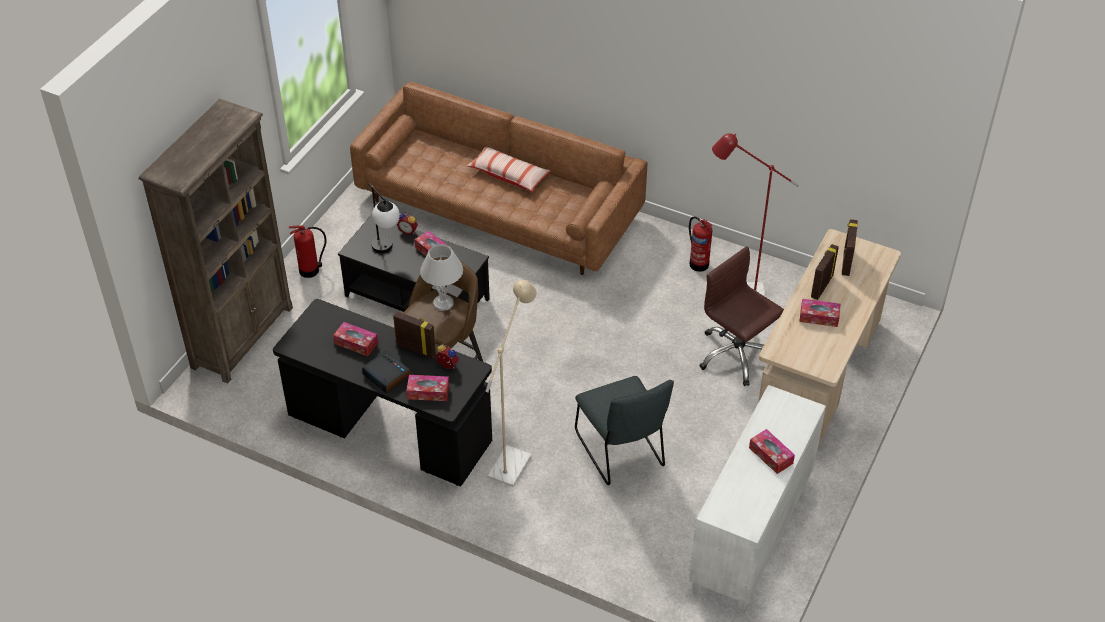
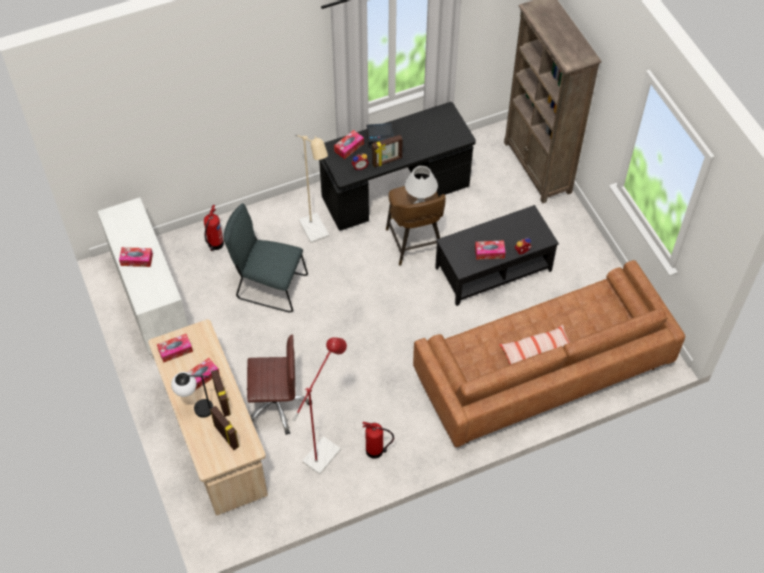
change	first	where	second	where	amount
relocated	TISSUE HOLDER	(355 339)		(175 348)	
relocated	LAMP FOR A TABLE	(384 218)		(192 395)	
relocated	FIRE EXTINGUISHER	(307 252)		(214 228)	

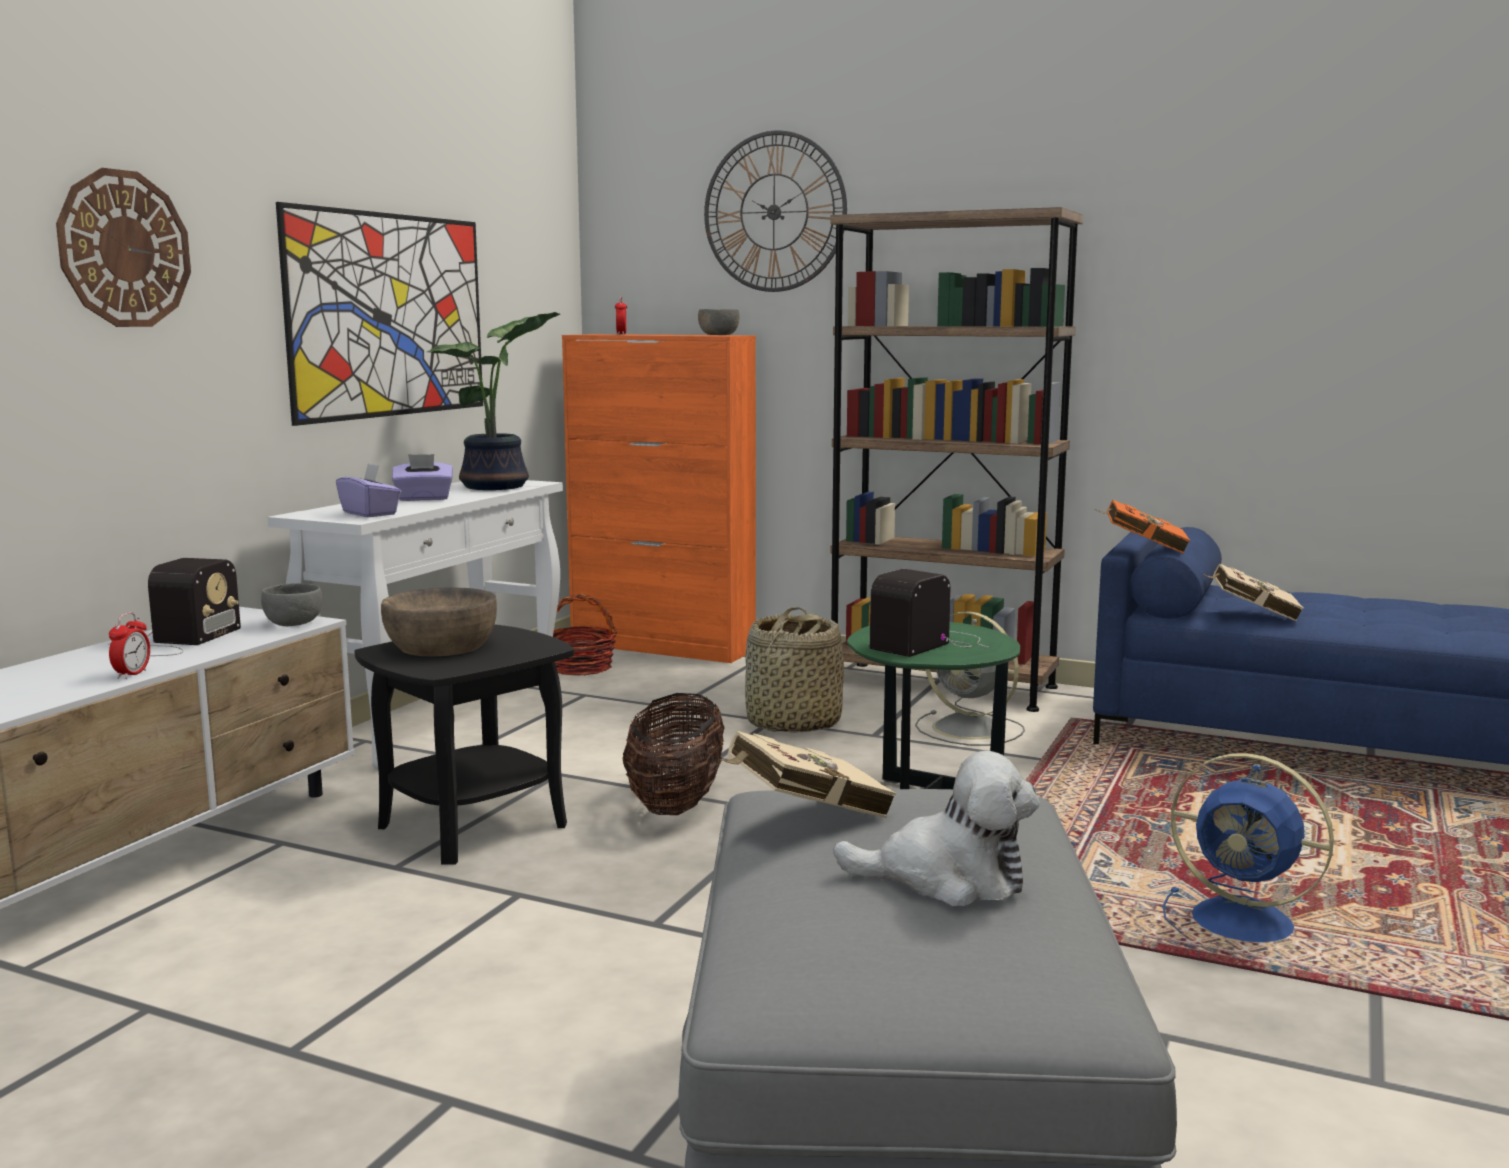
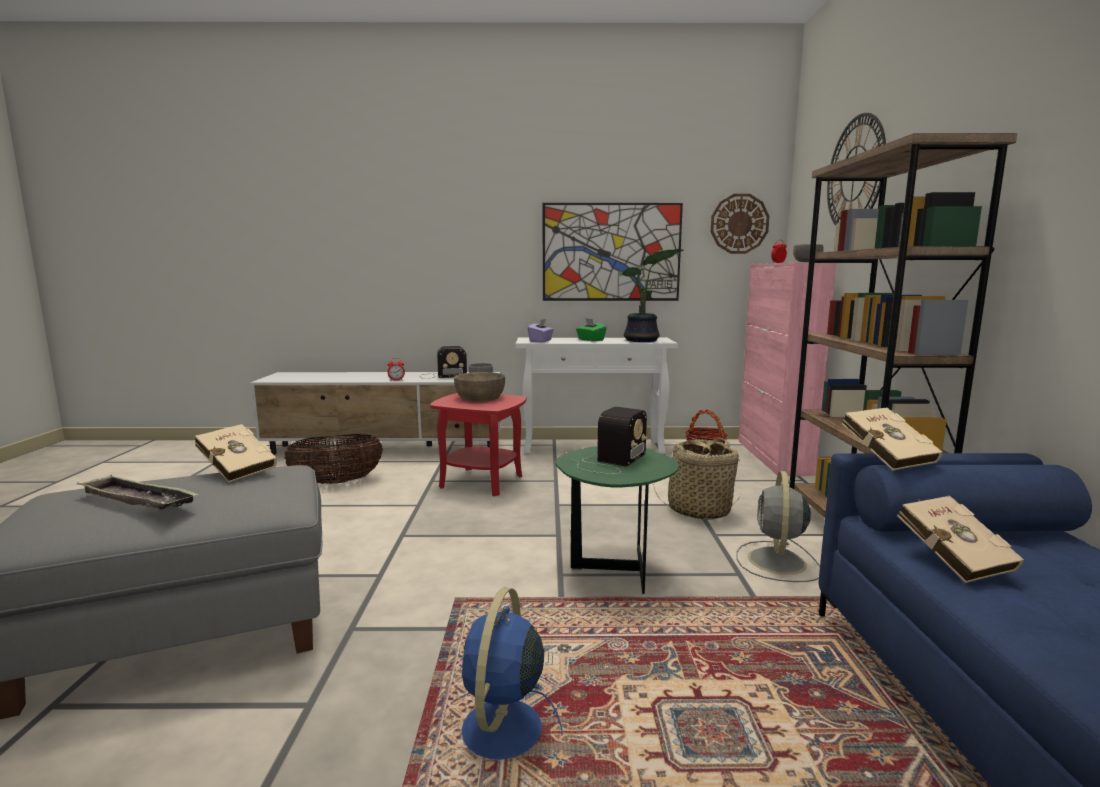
change	first	where	second	where	amount
exchanged	PLUSH TOY	(936 828)	CARRYING TRAY	(138 492)	
relocated	BASKET	(673 754)		(333 459)	
colour	BLACKISH SIDE TABLE	(464 744)	RED-COLOURED SIDE TABLE	(478 444)	
spun	RADIO RECEIVER	(930 613)		(609 440)	105 degrees clockwise
colour	PURPLE-COLOURED TISSUE HOLDER	(422 477)	GREEN-COLOURED TISSUE HOLDER	(591 329)	
relocated	HANGING CLOCK	(123 247)		(740 224)	
colour	ORANGEY CUPBOARD	(659 498)	PINKISH CUPBOARD	(787 369)	
colour	ORANGEY VOLUME	(1142 527)	SAND-COLOURED VOLUME	(892 439)	

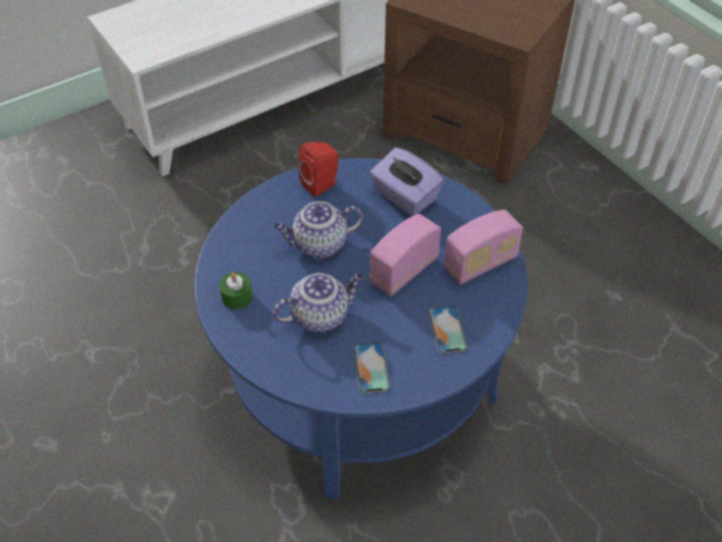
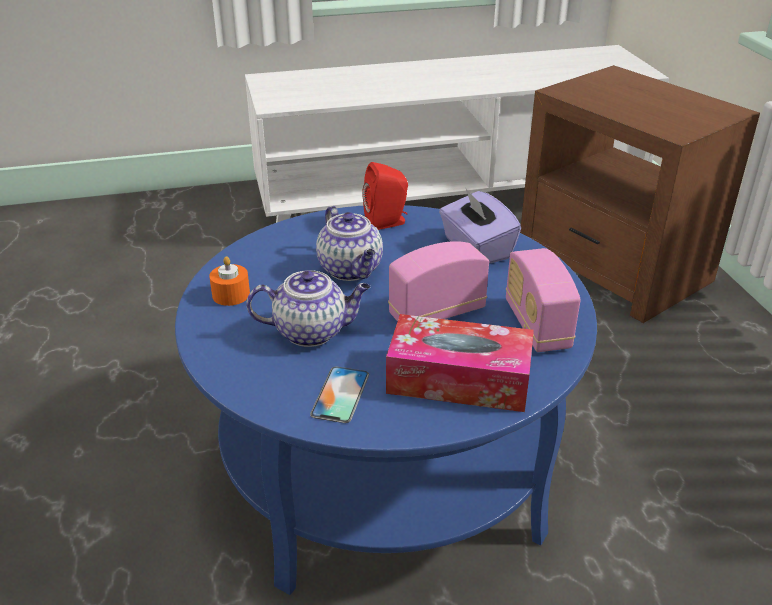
change	first	where	second	where	amount
colour	GREEN-COLOURED CANDLE	(236 290)	ORANGEY CANDLE	(229 281)	
spun	TEA POT	(318 229)		(349 243)	120 degrees counterclockwise
exchanged	PHONE	(448 329)	TISSUE HOLDER	(460 363)	
spun	RADIO RECEIVER	(483 247)		(543 300)	90 degrees clockwise

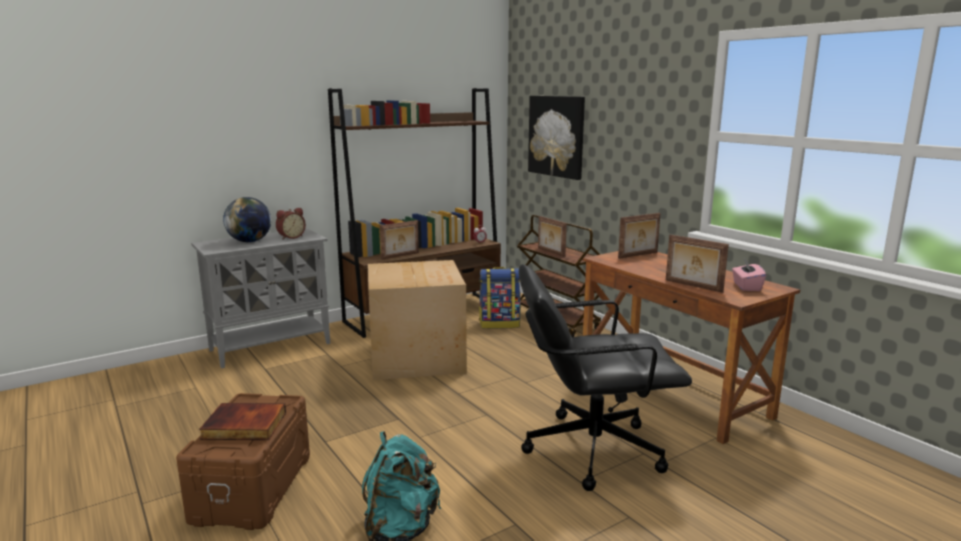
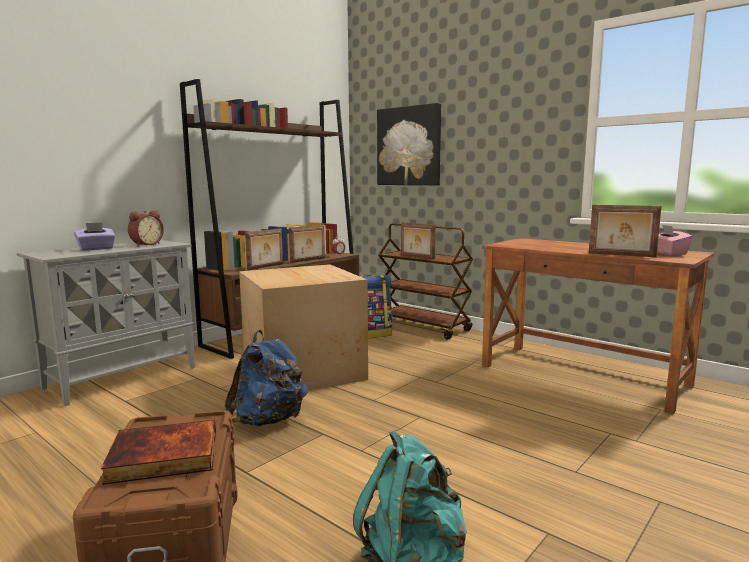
change	first	where	second	where	amount
exchanged	GLOBE	(247 219)	PURPLE-COLOURED TISSUE HOLDER	(94 236)	
appeared			BLUE KNAPSACK	(266 378)	
relocated	STANDING FRAME	(639 236)		(307 244)	
missing	BLACKISH OFFICE CHAIR	(605 377)			

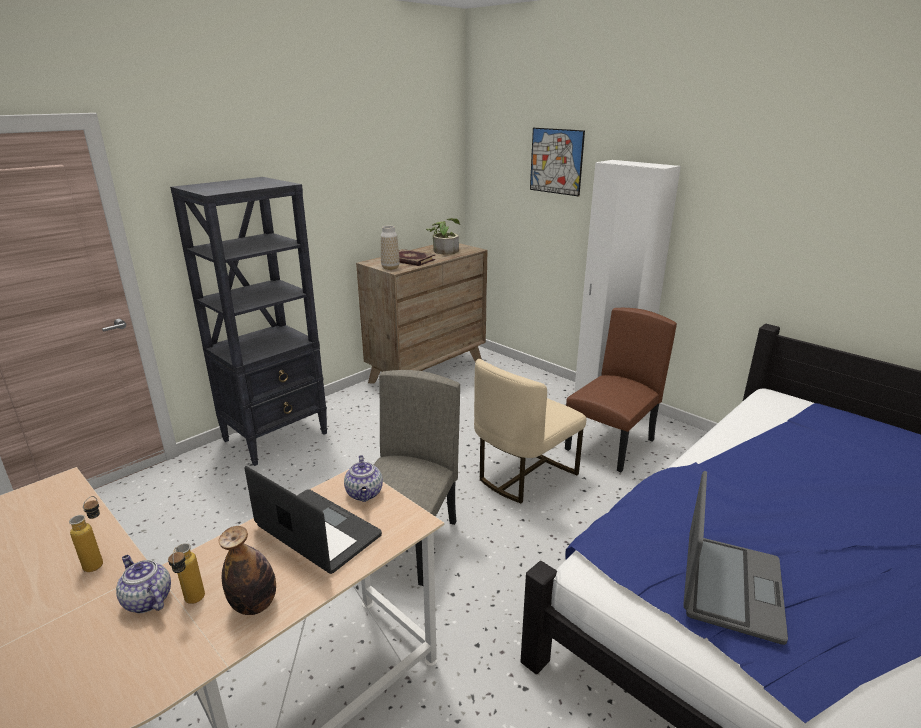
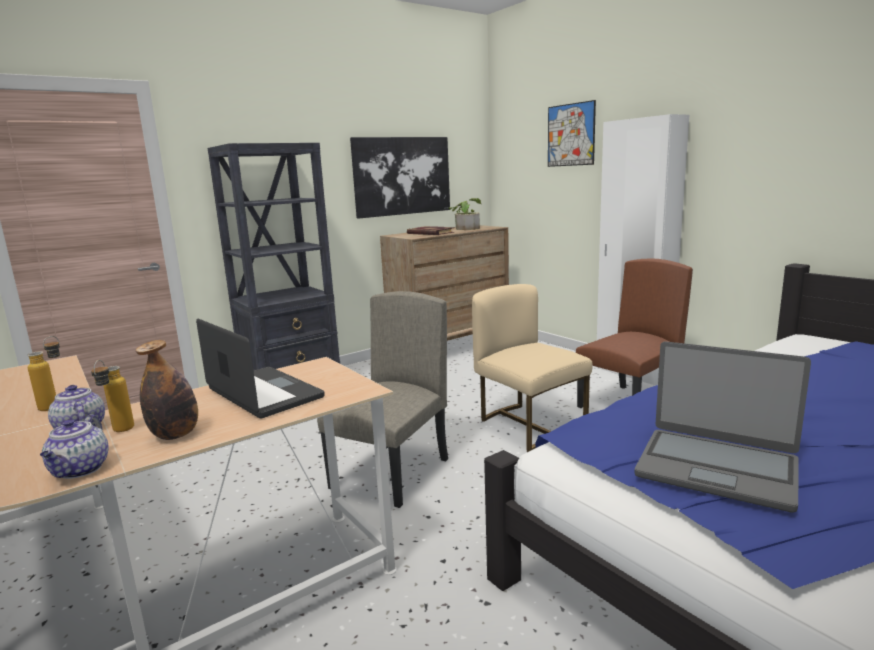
change	first	where	second	where	amount
relocated	TEA POT	(363 478)		(74 446)	
appeared			PICTURE	(400 178)	
spun	SAND-COLOURED PLAIN CHAIR	(530 431)		(532 368)	90 degrees clockwise
spun	LAPTOP	(735 558)		(723 427)	90 degrees clockwise
missing	FLOWER VASE	(390 247)			

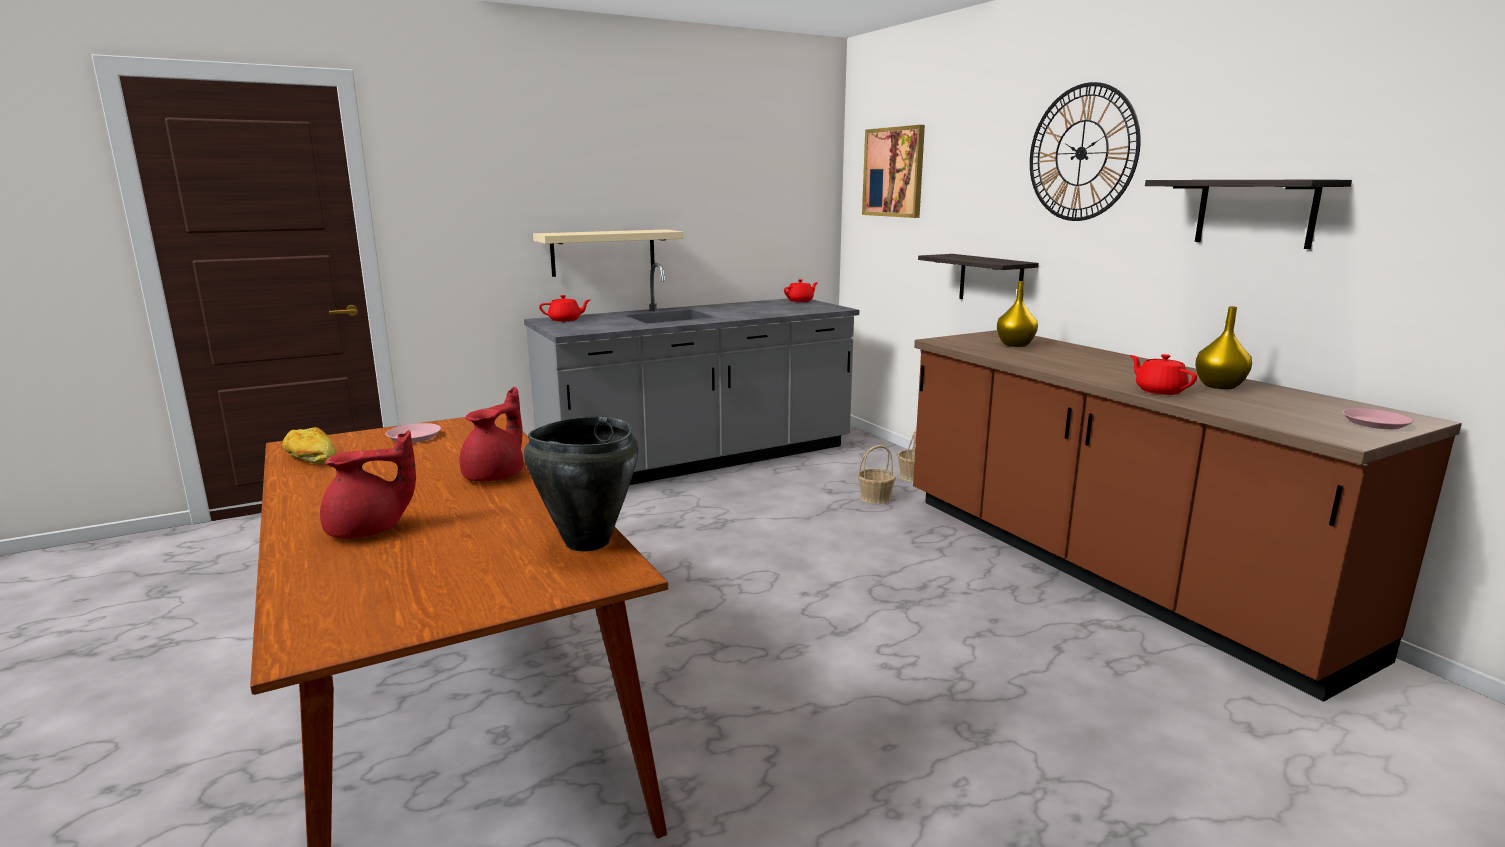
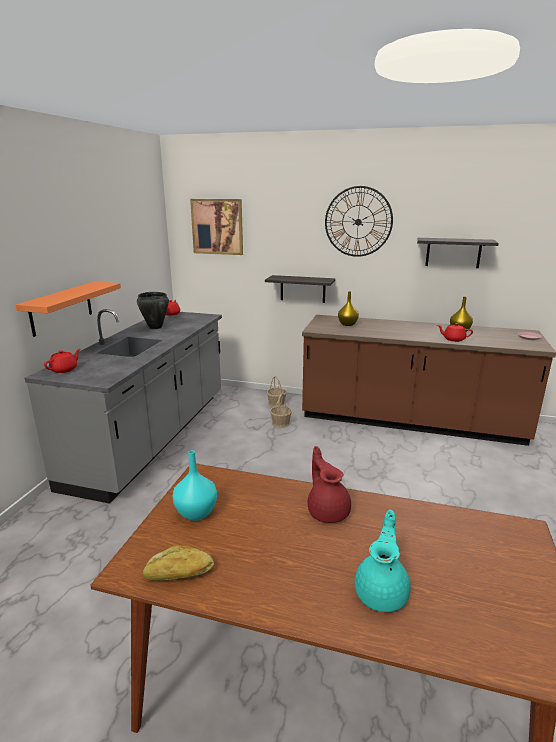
change	first	where	second	where	amount
colour	SAND-COLOURED WALL SHELF	(608 253)	ORANGEY WALL SHELF	(68 309)	
relocated	BLACKISH COOKING POT	(581 483)		(153 310)	
exchanged	PINKISH DINNER PLATE	(413 433)	TURQUOISE-COLOURED FLOWER VASE	(195 486)	
colour	RED-COLOURED TEA POT	(368 484)	TURQUOISE-COLOURED TEA POT	(383 561)	

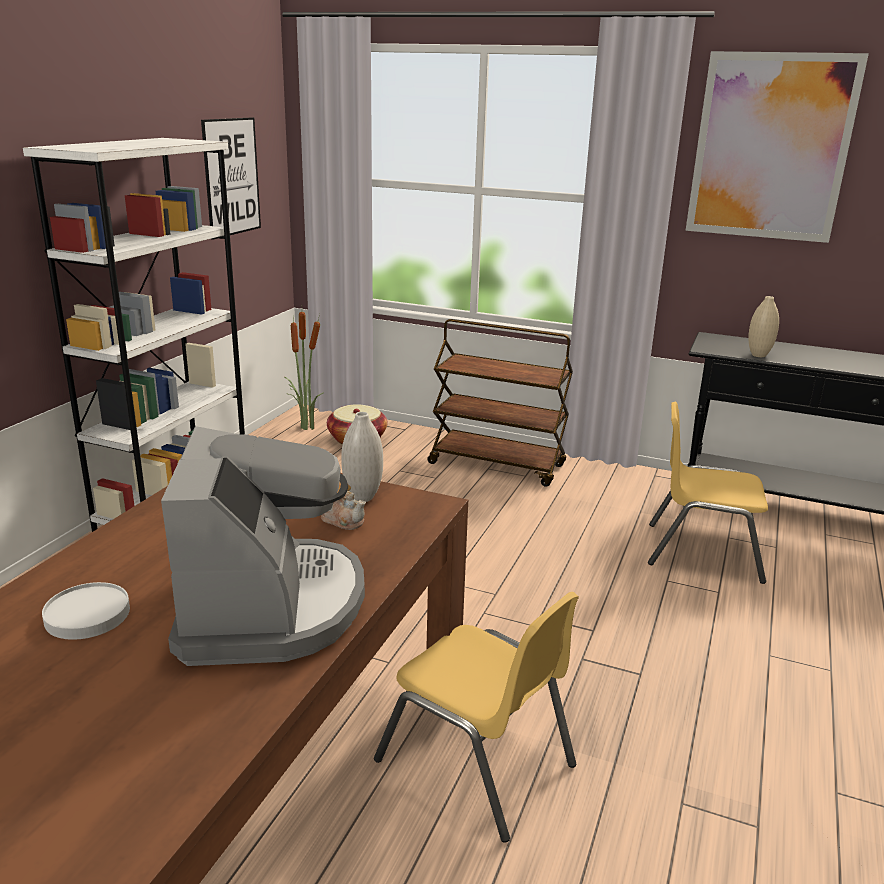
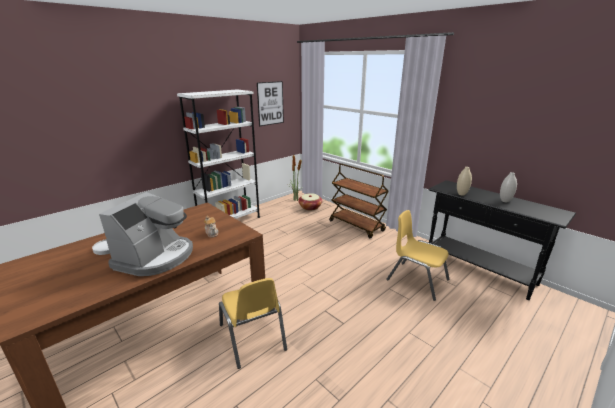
change	first	where	second	where	amount
relocated	WHITE FLOWER VASE	(362 457)		(508 187)	
missing	PICTURE	(777 147)			

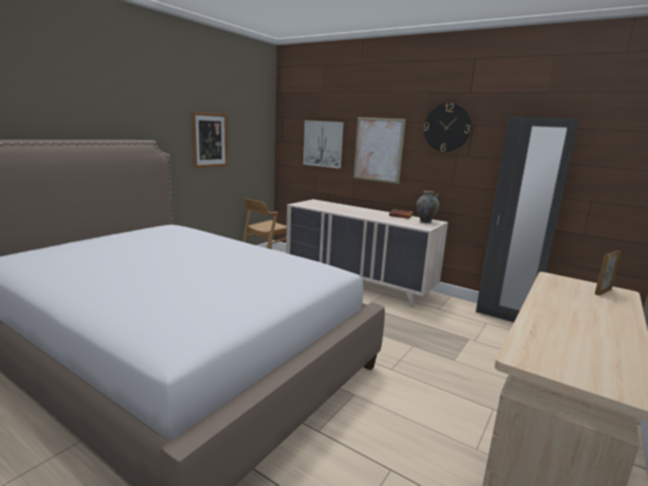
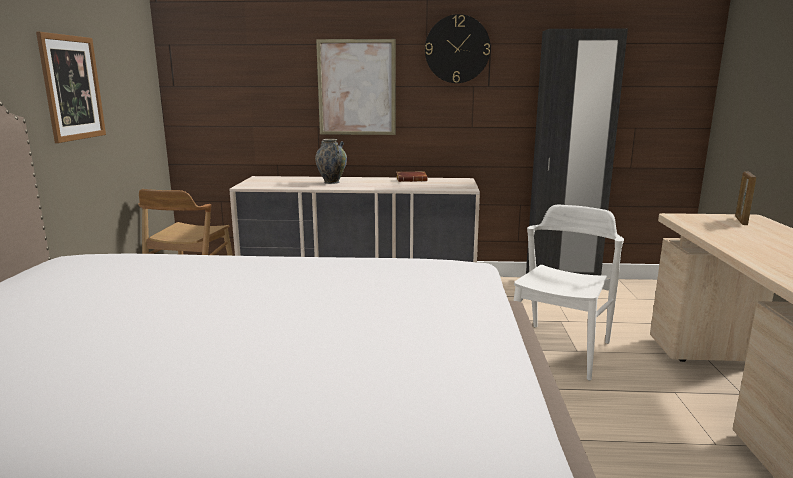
change	first	where	second	where	amount
relocated	FLOWER VASE	(427 207)		(331 161)	
appeared			WHITE PLAIN CHAIR	(568 293)	
missing	PICTURE	(323 144)			

